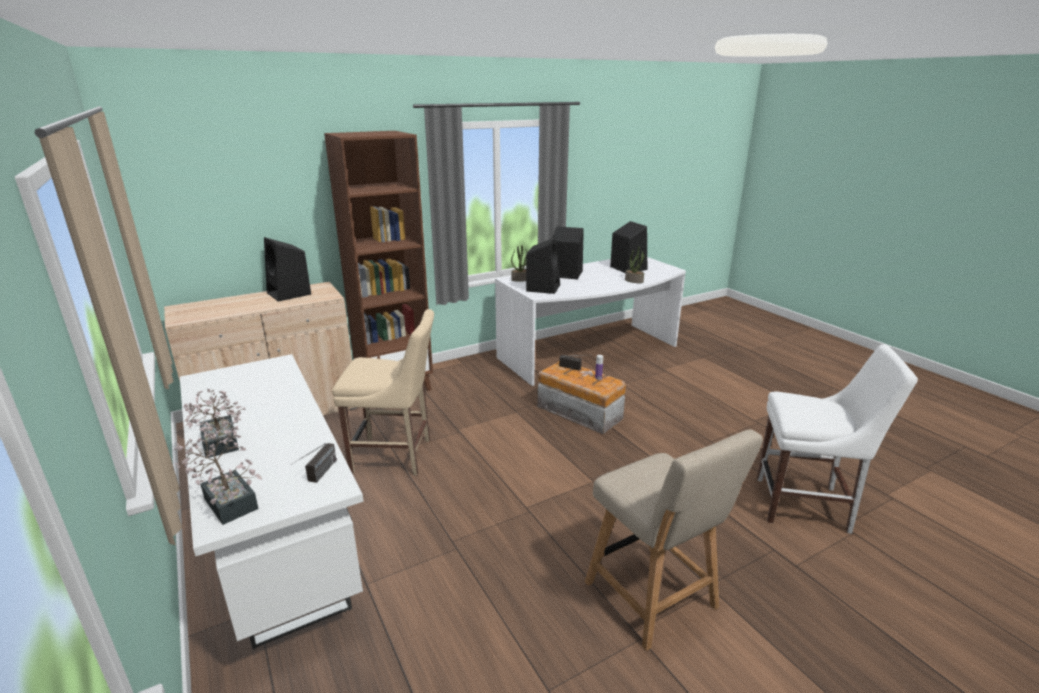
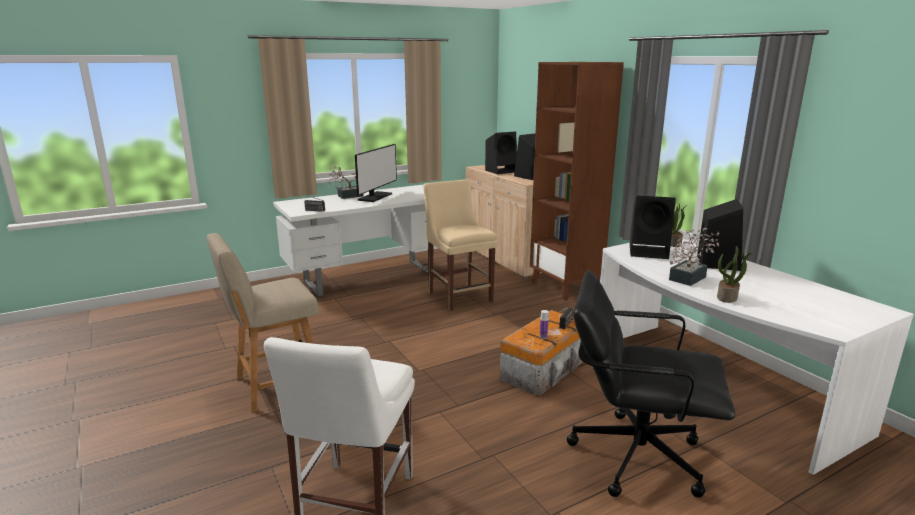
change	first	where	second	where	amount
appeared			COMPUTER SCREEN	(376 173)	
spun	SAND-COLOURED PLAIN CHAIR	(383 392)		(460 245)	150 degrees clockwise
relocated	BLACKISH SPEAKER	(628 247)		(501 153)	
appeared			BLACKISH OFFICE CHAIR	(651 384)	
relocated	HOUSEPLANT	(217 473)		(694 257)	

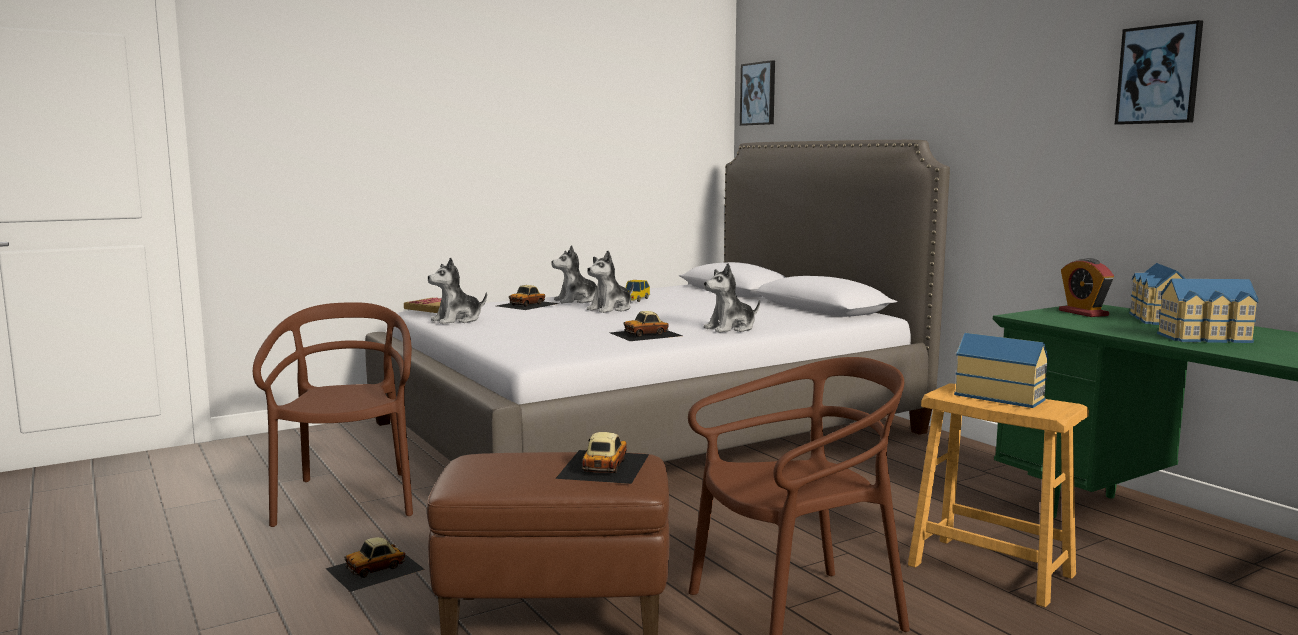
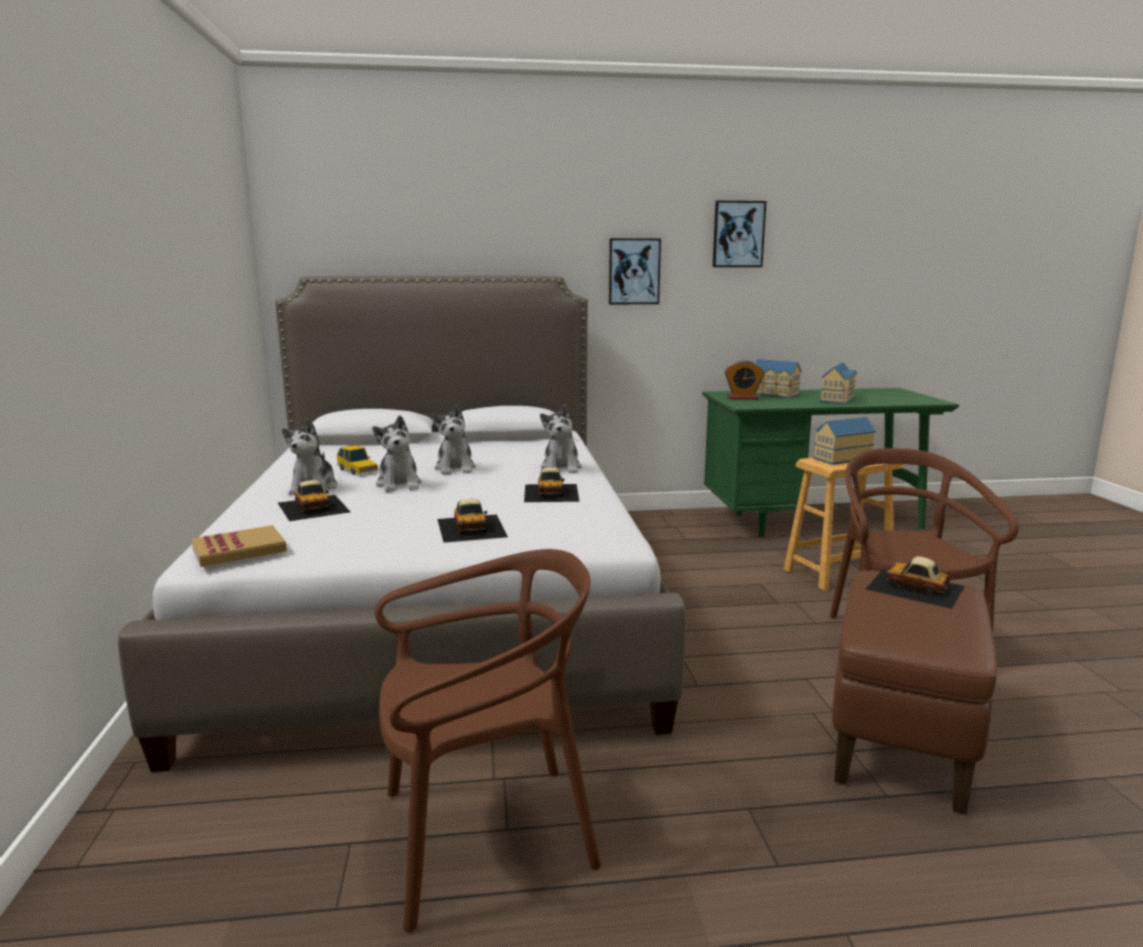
change	first	where	second	where	amount
spun	BROWN-COLOURED PLAIN CHAIR	(333 414)		(488 740)	150 degrees clockwise
relocated	PLUSH TOY	(457 291)		(454 440)	
relocated	TOY CAR	(375 564)		(472 521)	
relocated	PICTURE	(757 93)		(635 271)	

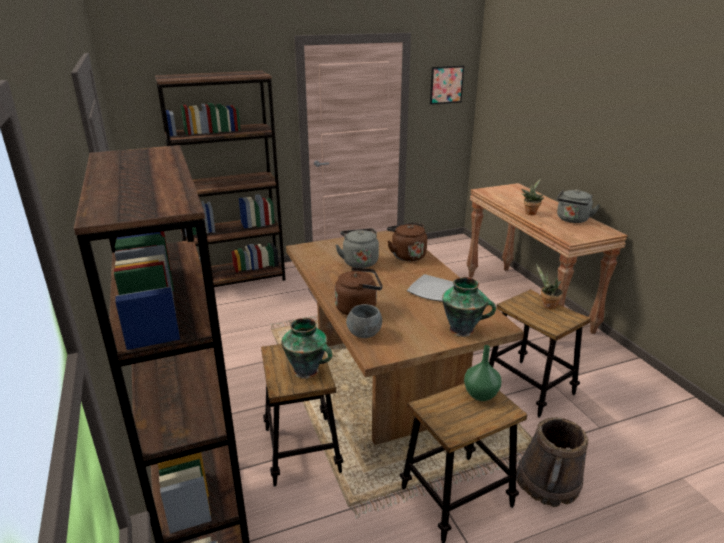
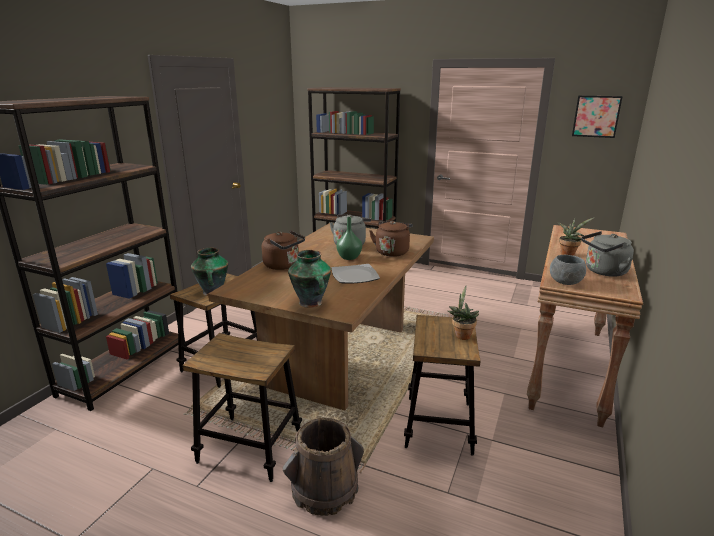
change	first	where	second	where	amount
relocated	GREEN-COLOURED FLOWER VASE	(483 373)		(349 238)	
relocated	GRAY BOWL	(364 321)		(568 270)	

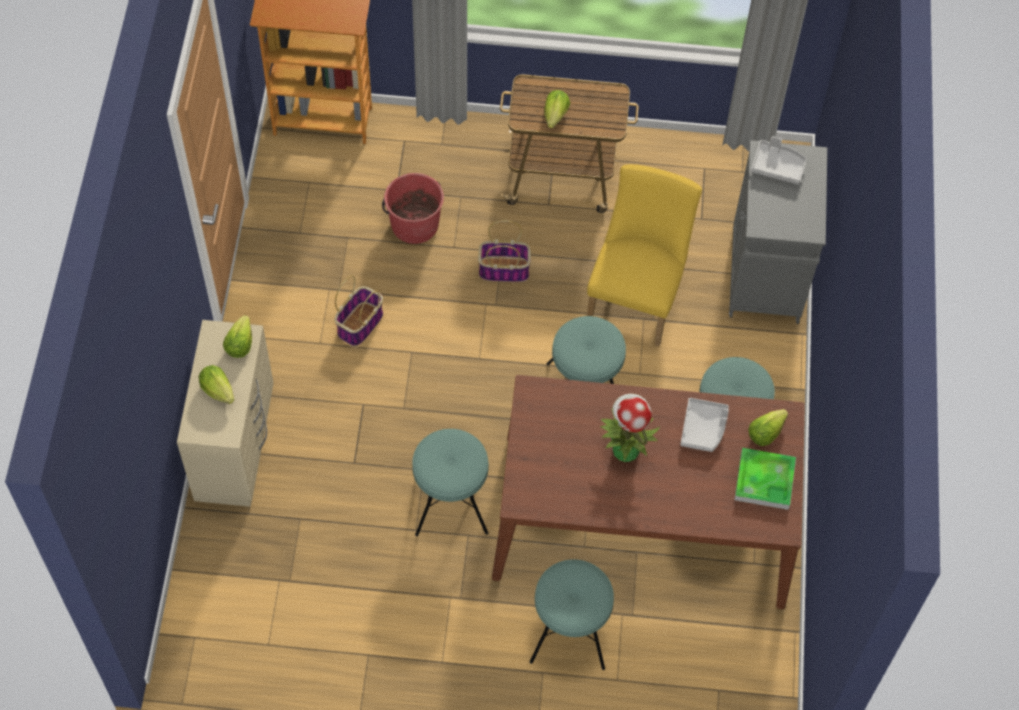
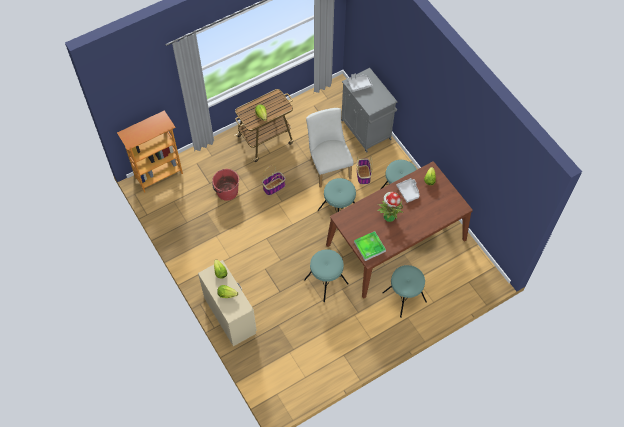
change	first	where	second	where	amount
colour	YELLOW-COLOURED PLAIN CHAIR	(644 255)	WHITE PLAIN CHAIR	(330 148)	
relocated	CARRYING TRAY	(765 479)		(370 246)	
relocated	BASKET	(359 310)		(365 170)	

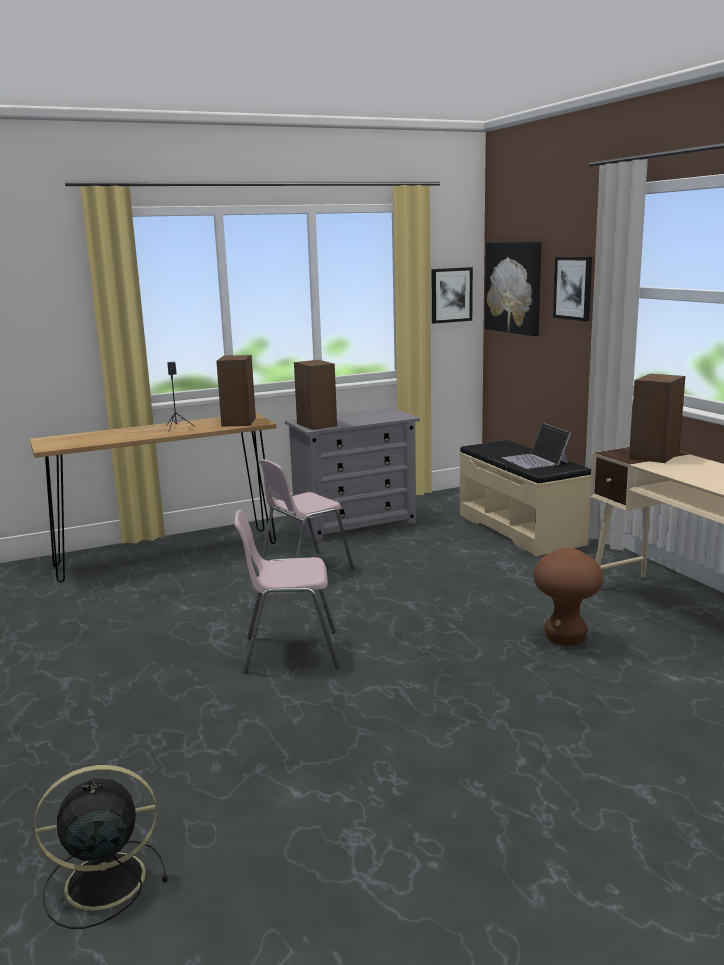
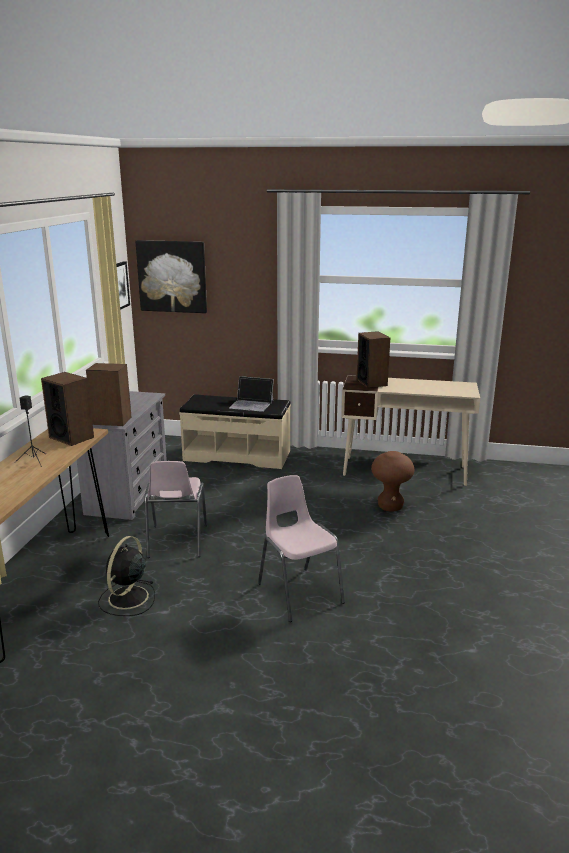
change	first	where	second	where	amount
relocated	BLACKISH FAN	(101 847)		(126 576)	
spun	PINKISH PLAIN CHAIR	(287 591)		(301 548)	120 degrees clockwise
missing	PICTURE	(572 289)			

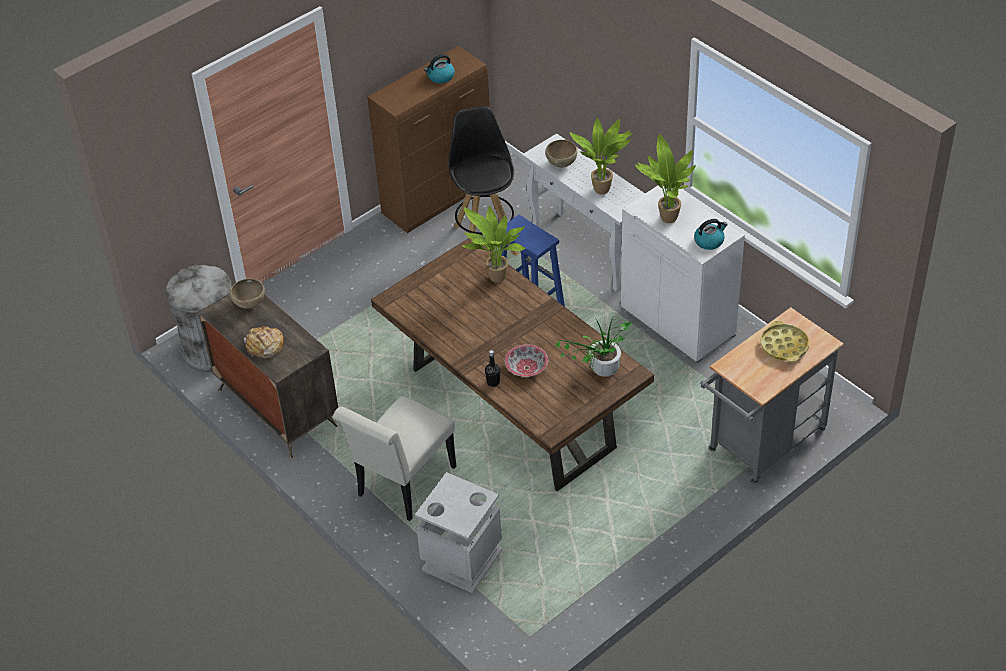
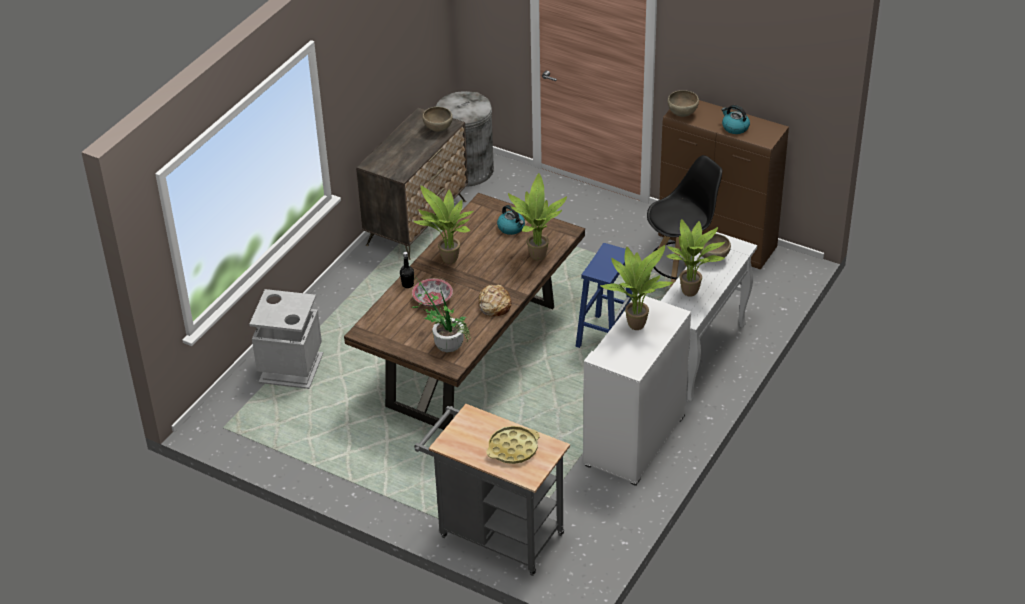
change	first	where	second	where	amount
appeared			HOUSEPLANT	(443 224)	
relocated	BREAD	(264 342)		(494 300)	
relocated	TEA KETTLE	(711 234)		(511 220)	
appeared			BROWN-COLOURED BOWL	(683 103)	
missing	WHITE PLAIN CHAIR	(394 458)			

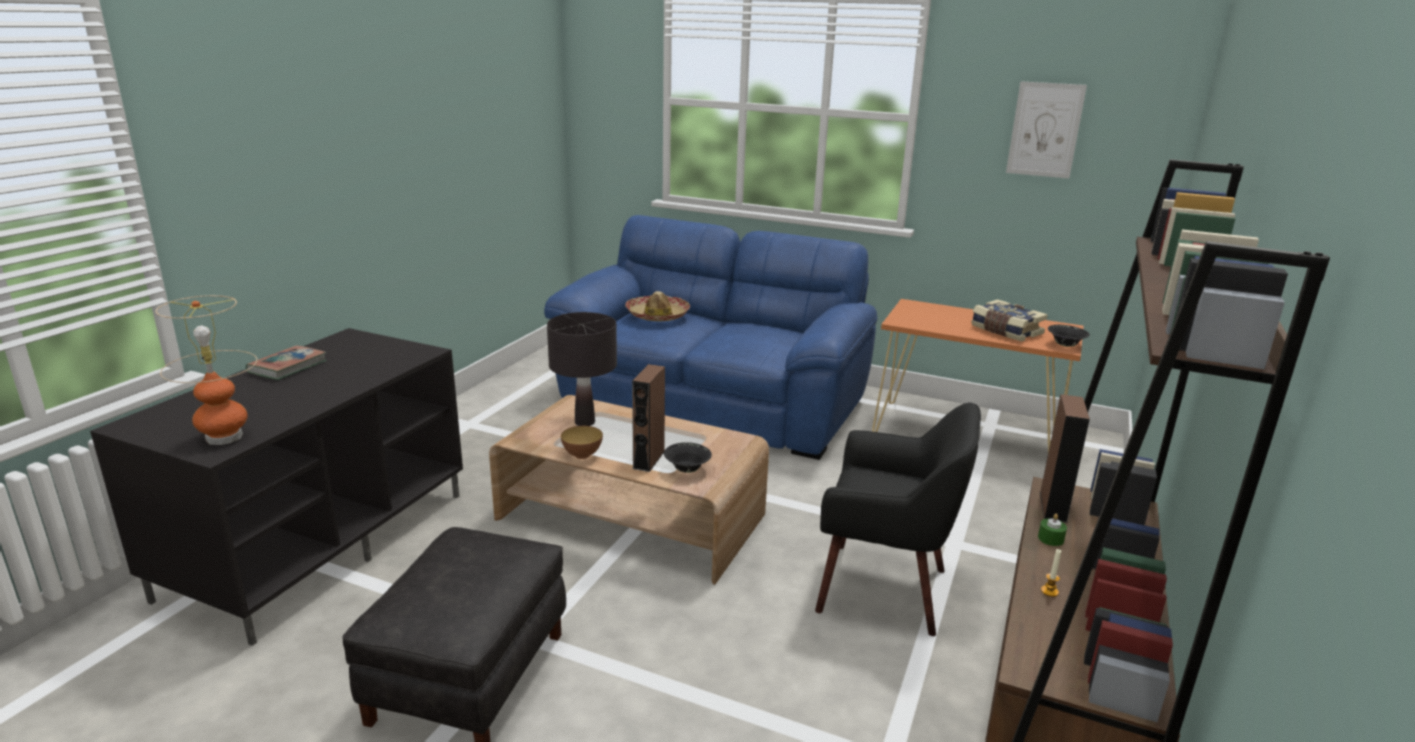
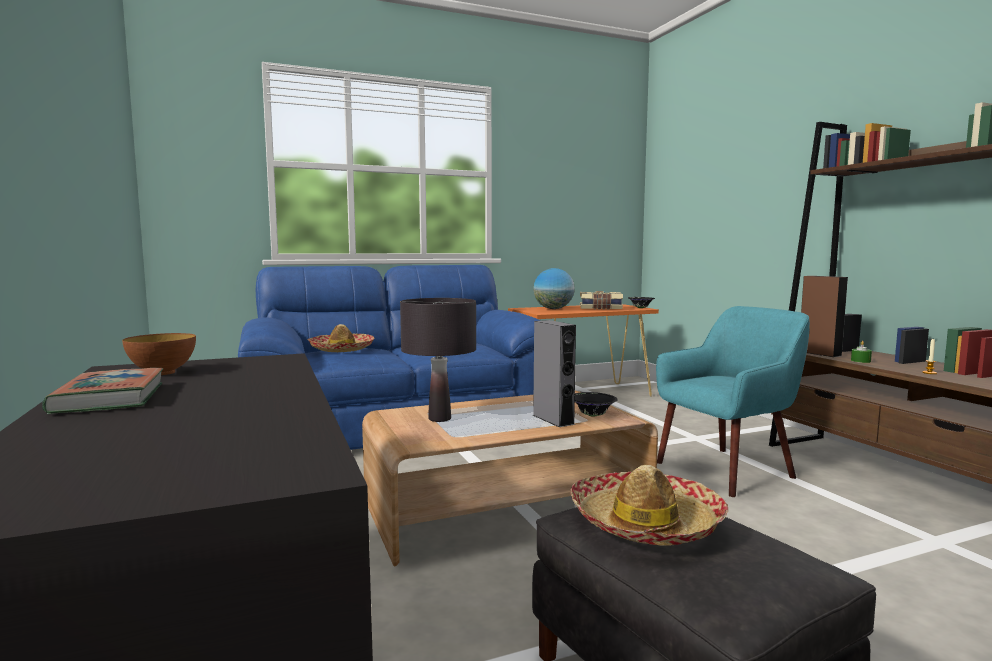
change	first	where	second	where	amount
relocated	BOWL	(582 442)		(159 354)	
appeared			GLOBE	(554 288)	
colour	BROWN-COLOURED SPEAKER	(648 418)	GRAY SPEAKER	(554 373)	
appeared			HAT	(649 505)	
colour	BLACKISH EASY CHAIR	(898 519)	TURQUOISE-COLOURED EASY CHAIR	(733 401)	
missing	LAMP FOR A TABLE	(206 370)			
missing	PICTURE	(1046 129)			

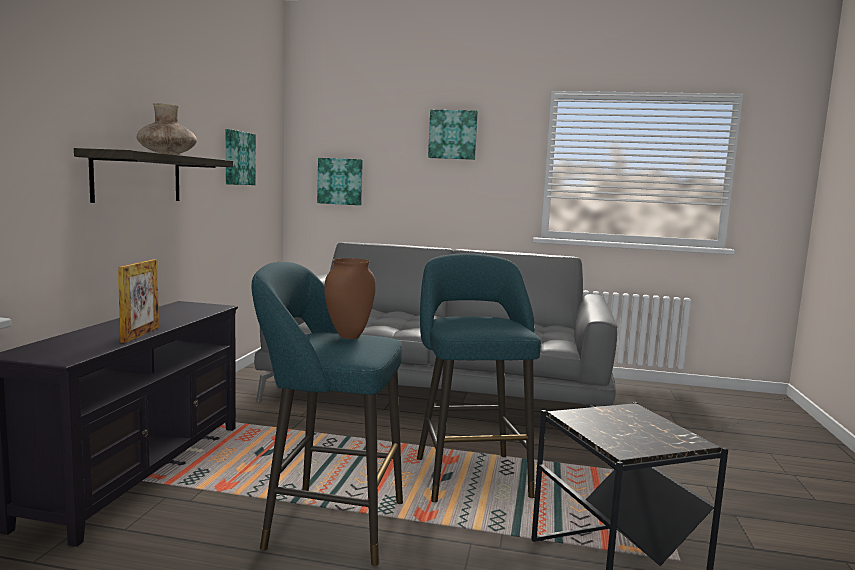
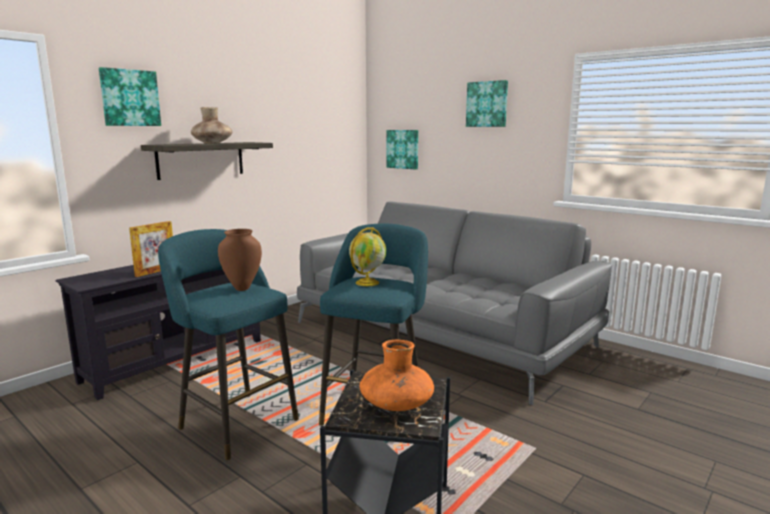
change	first	where	second	where	amount
relocated	PICTURE	(241 157)		(130 96)	
appeared			GLOBE	(367 256)	
appeared			ORANGEY FLOWER VASE	(396 375)	

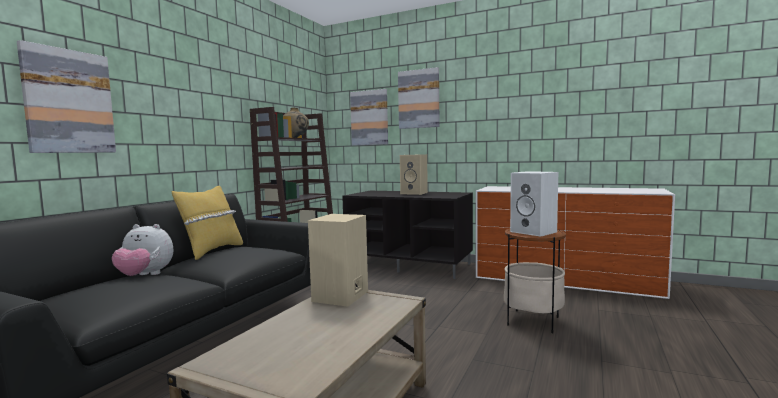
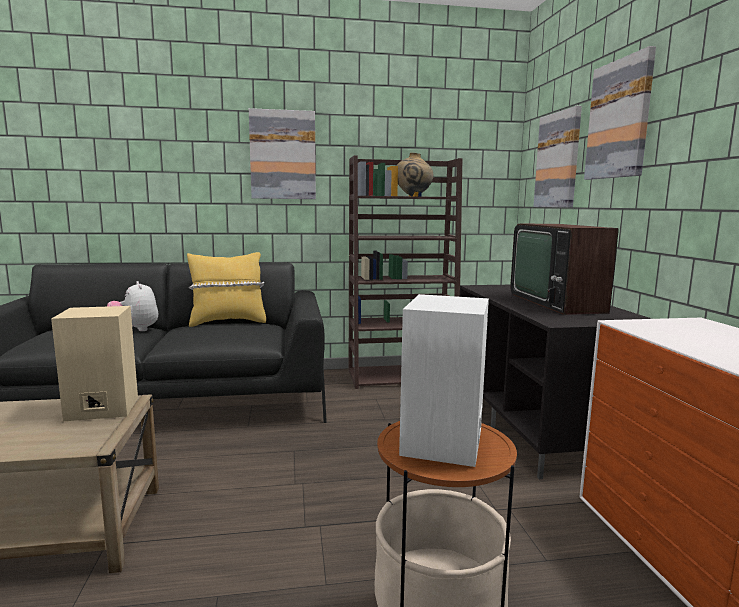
change	first	where	second	where	amount
relocated	PICTURE	(66 96)		(282 153)	
exchanged	SAND-COLOURED SPEAKER	(414 174)	TV	(564 269)	

